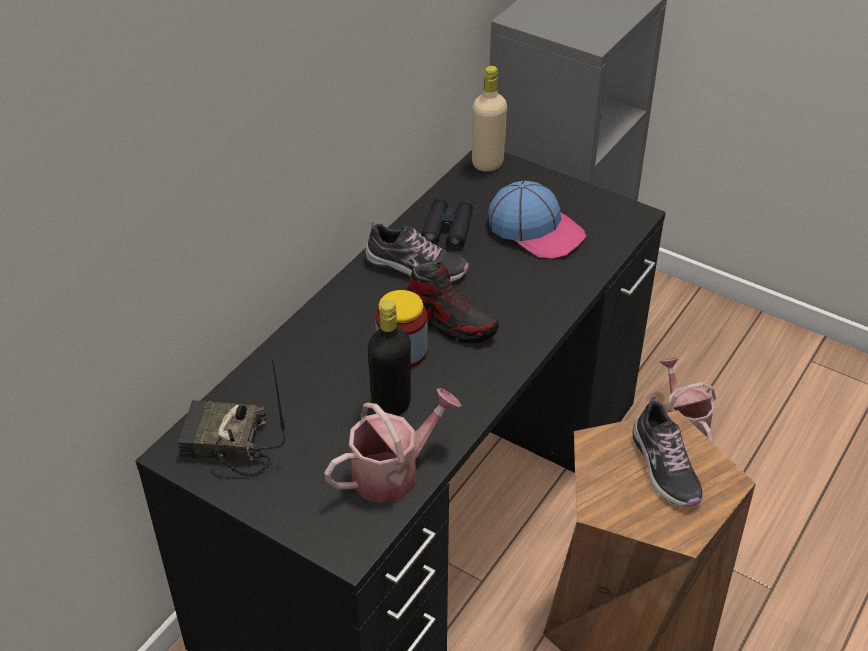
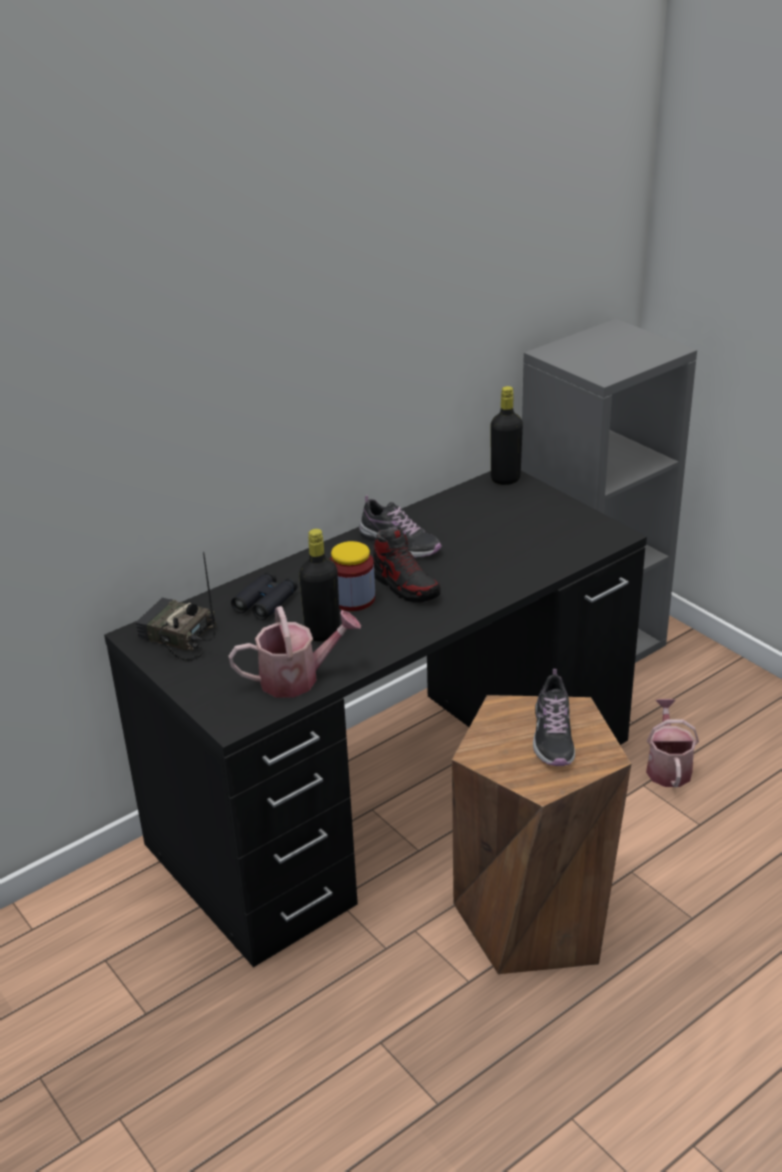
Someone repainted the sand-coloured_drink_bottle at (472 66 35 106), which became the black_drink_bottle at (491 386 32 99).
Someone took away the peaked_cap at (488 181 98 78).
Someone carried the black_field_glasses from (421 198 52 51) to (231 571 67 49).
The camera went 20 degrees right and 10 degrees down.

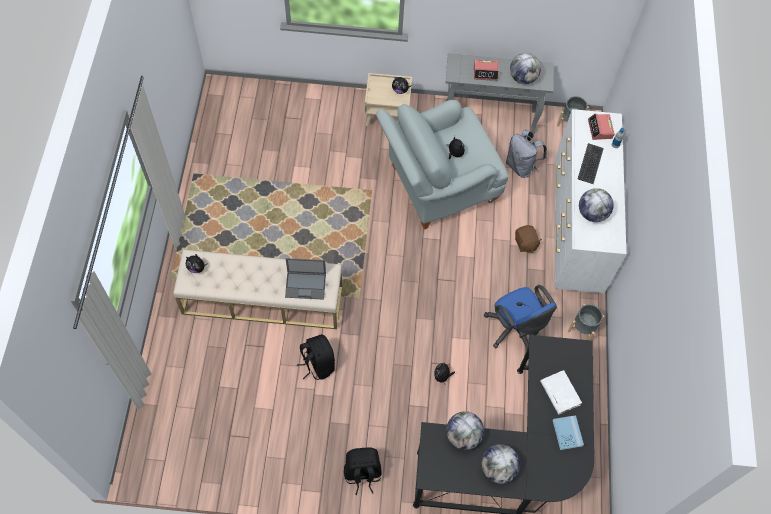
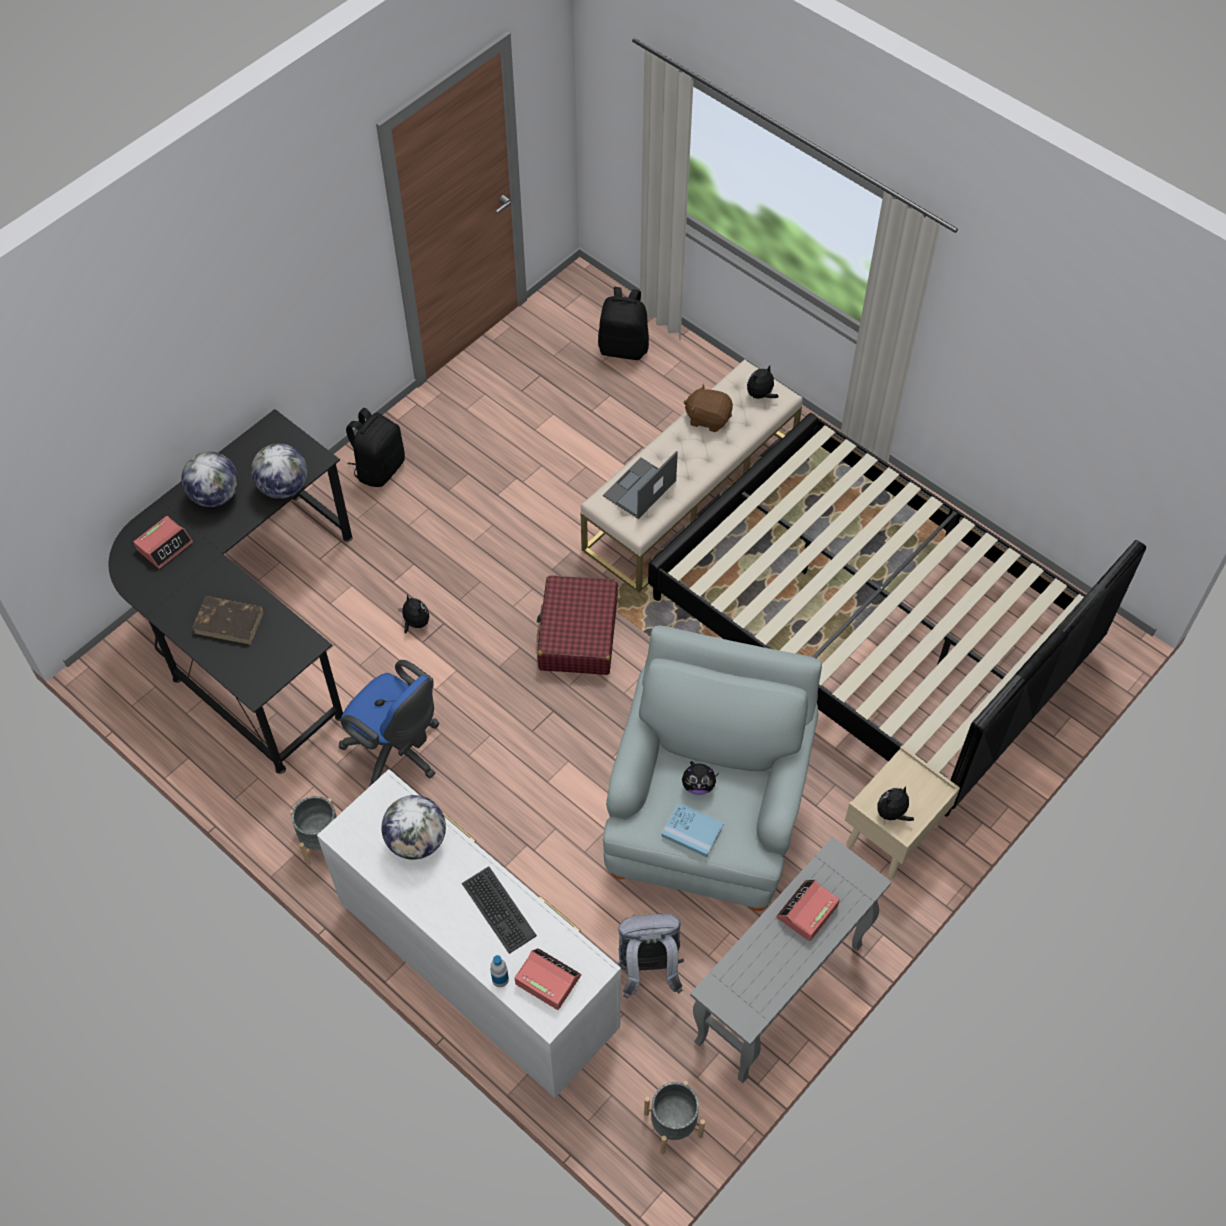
Someone took away the desk_globe at (510 53 31 31).
Someone carried the brown_cuddly_toy from (515 225 27 28) to (684 384 49 48).
Someone rotated the bluish_office_chair at (484 285 73 66) by 150 degrees counterclockwise.
Someone carried the black_knapsack from (297 334 38 46) to (598 287 51 73).
Someone repainted the white_bound_book at (540 370 42 45), which became the brown_bound_book at (192 596 72 49).
Someone carried the bluish_bound_book from (552 415 32 35) to (661 803 63 54).
Someone put down the black_bed at (648 413 498 403).
Someone put down the bedside_clock at (134 516 59 53).
Someone put down the red-coloured_piece_of_luggage at (536 575 82 100).
The camera went 130 degrees right and 5 degrees down.

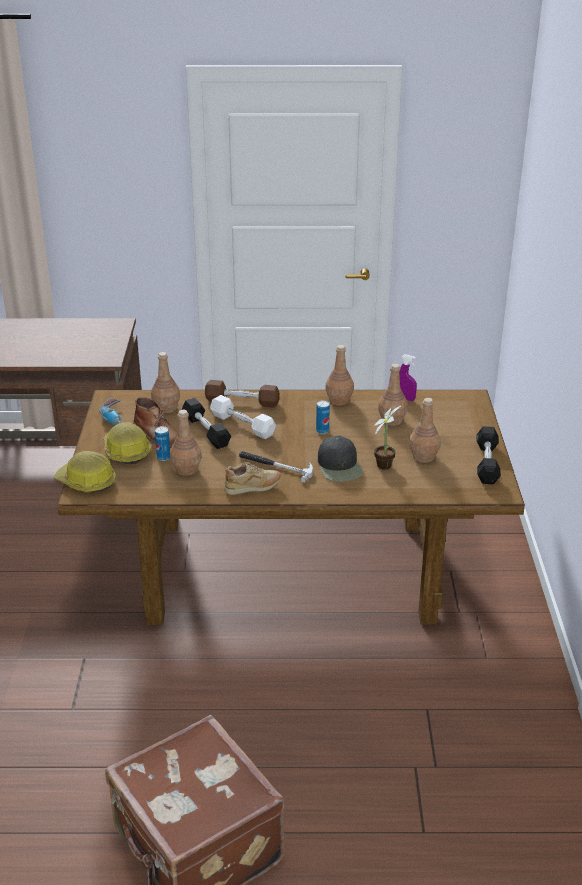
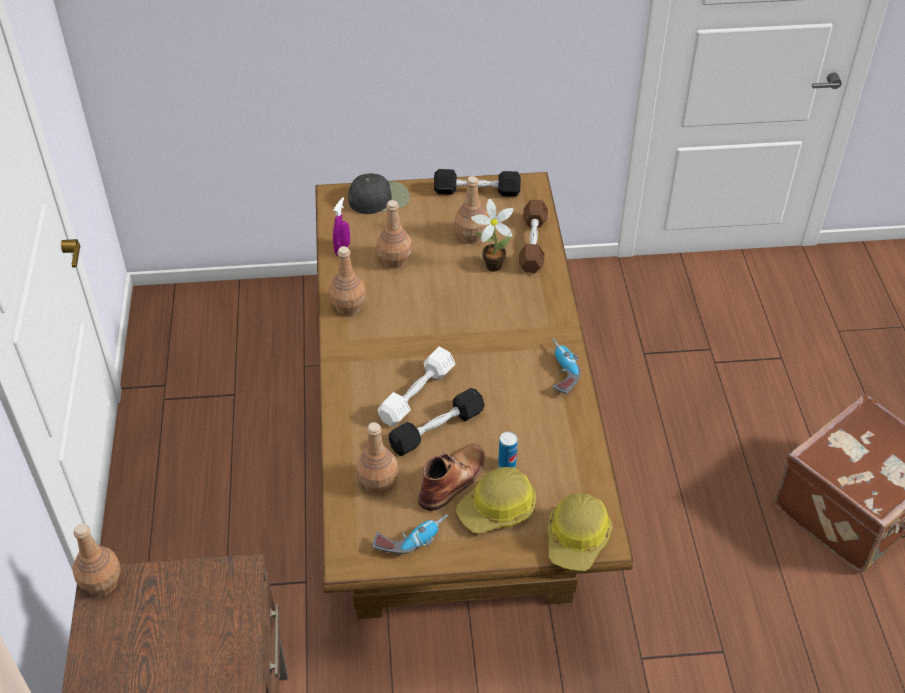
Someone carried the brown_hand_weight from (205 380 75 28) to (519 200 29 73).
Someone took away the metal_can at (316 400 14 34).
Someone carried the brown_drink_bottle from (170 410 32 66) to (72 524 49 72).
Someone carried the black_peaked_cap from (318 435 45 46) to (348 173 62 41).
Someone took away the hammer at (239 451 74 32).
Someone swapped the sand-coloured_shoe at (224 462 57 33) for the power_drill at (552 338 29 56).
The camera went 95 degrees left and 15 degrees up.

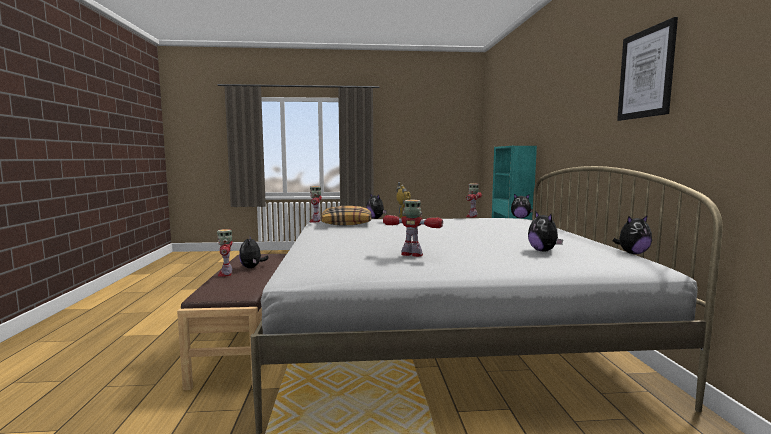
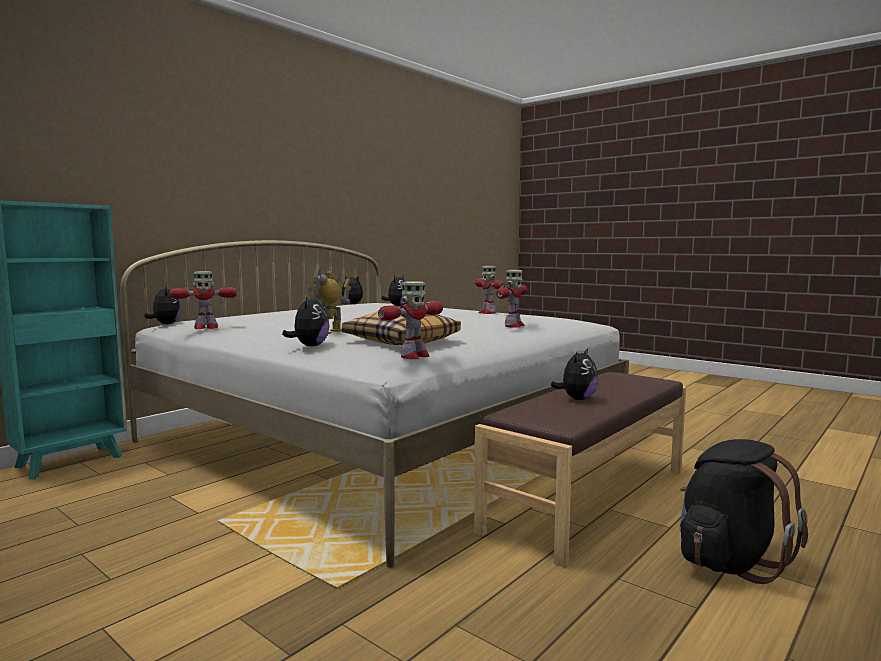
Someone took away the picture at (617 17 61 104).
Someone carried the robot_figure from (217 229 16 48) to (496 270 31 58).
Someone put down the black_knapsack at (679 439 129 145).
The camera went 135 degrees left and 0 degrees up.

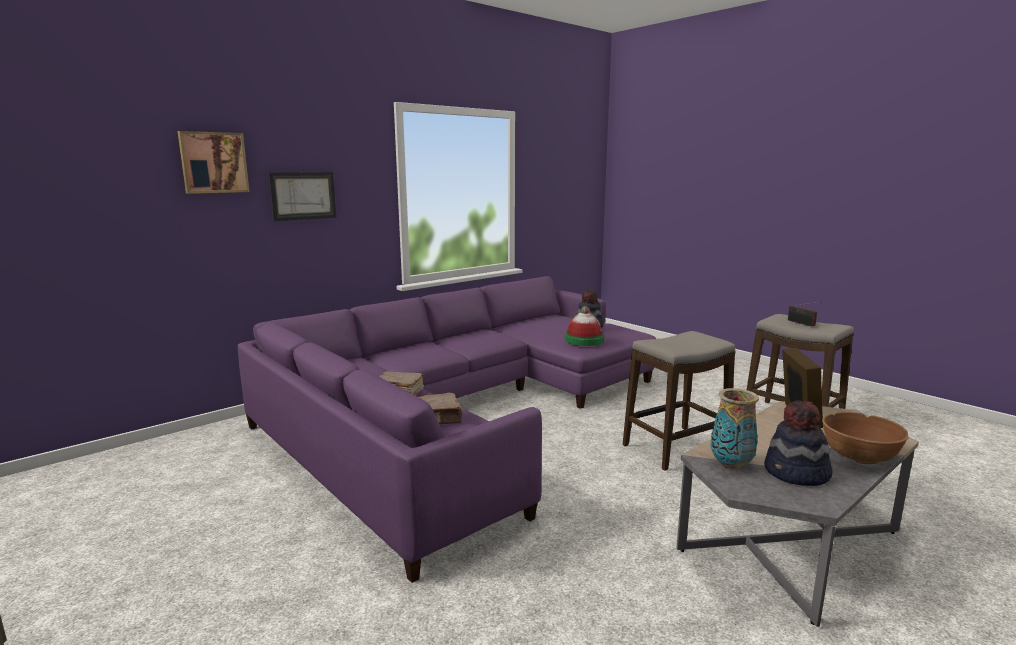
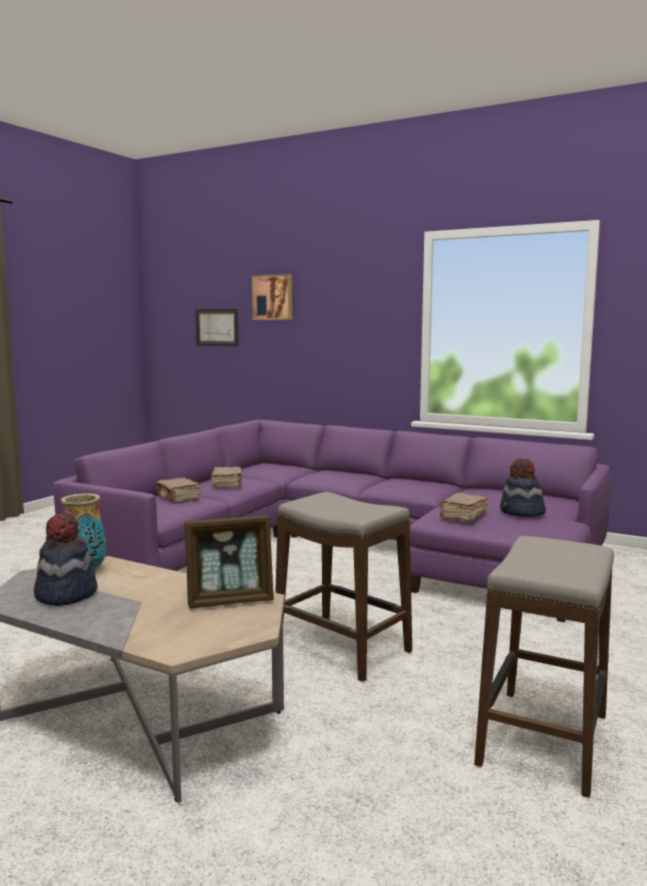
Someone carried the picture from (268 172 68 49) to (196 309 43 37).
Someone took away the radio_receiver at (788 302 29 25).
Someone swapped the hat at (565 306 39 40) for the brown_bound_book at (440 493 48 30).
Someone took away the brown_serving_bowl at (822 412 86 52).
The camera went 70 degrees right and 5 degrees down.

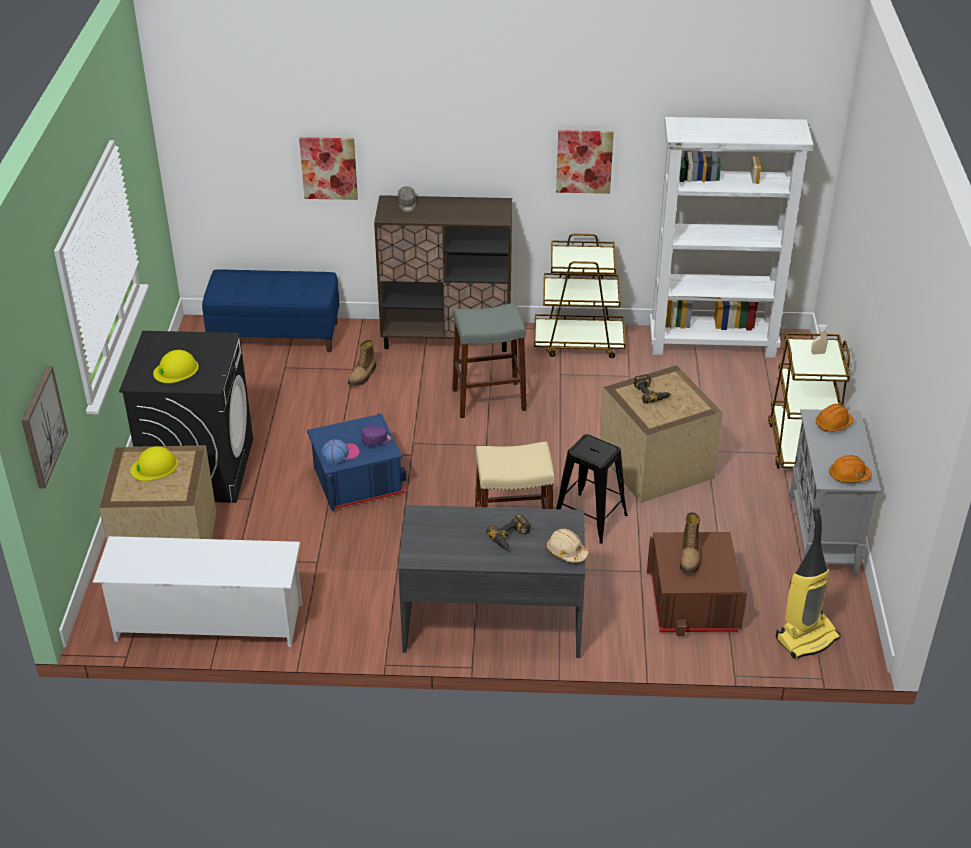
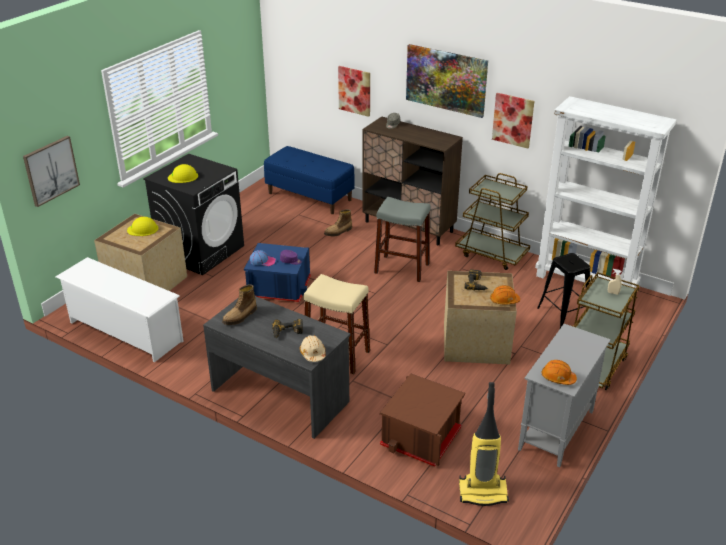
Someone carried the orange_hard_hat from (815 404 39 28) to (490 285 30 19).
Someone carried the black_stool from (556 434 72 110) to (537 253 53 75).
Someone carried the high-top_boot from (680 512 20 62) to (222 284 35 41).
Someone put up the picture at (406 44 82 74).
The camera went 30 degrees right and 5 degrees down.

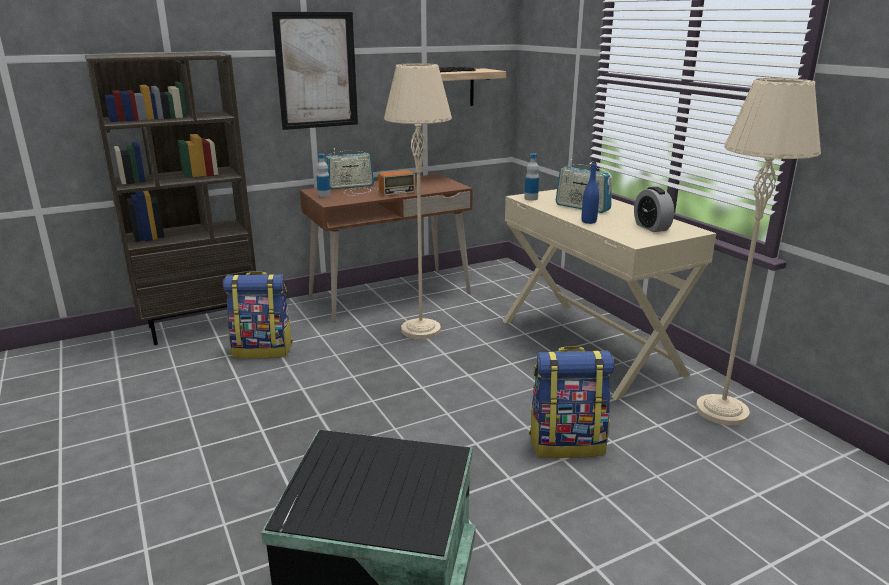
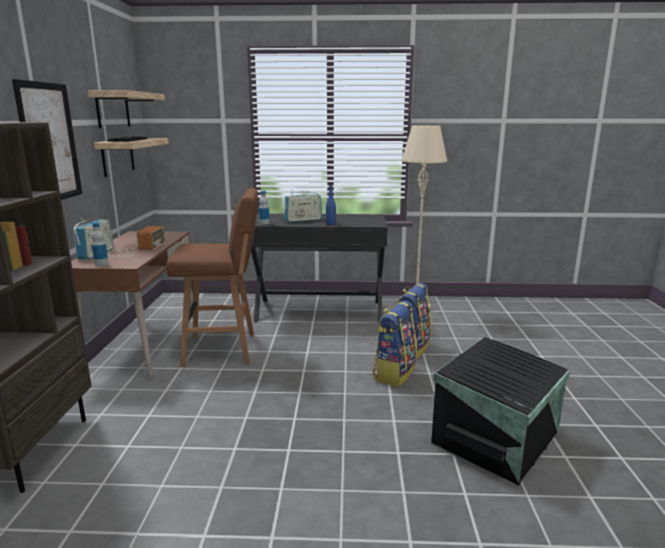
Someone swapped the sand-coloured_standing_lamp at (384 63 68 276) for the brown_stool at (166 188 92 179).
Someone took away the bedside_clock at (634 187 40 45).
Someone repainted the sand-coloured_desk_table at (503 189 214 211), which became the black_desk_table at (251 214 137 110).
Someone carried the knapsack from (223 272 70 86) to (372 301 45 86).
Someone put up the shelf at (88 90 77 38).
The camera went 60 degrees left and 5 degrees down.

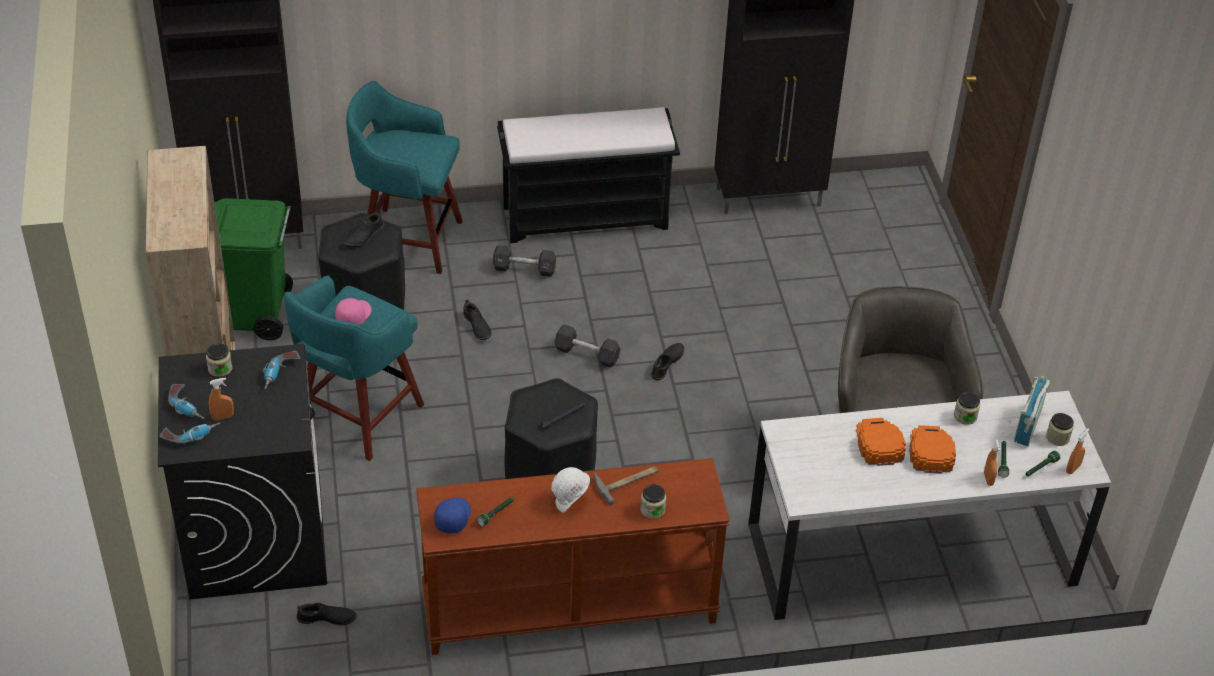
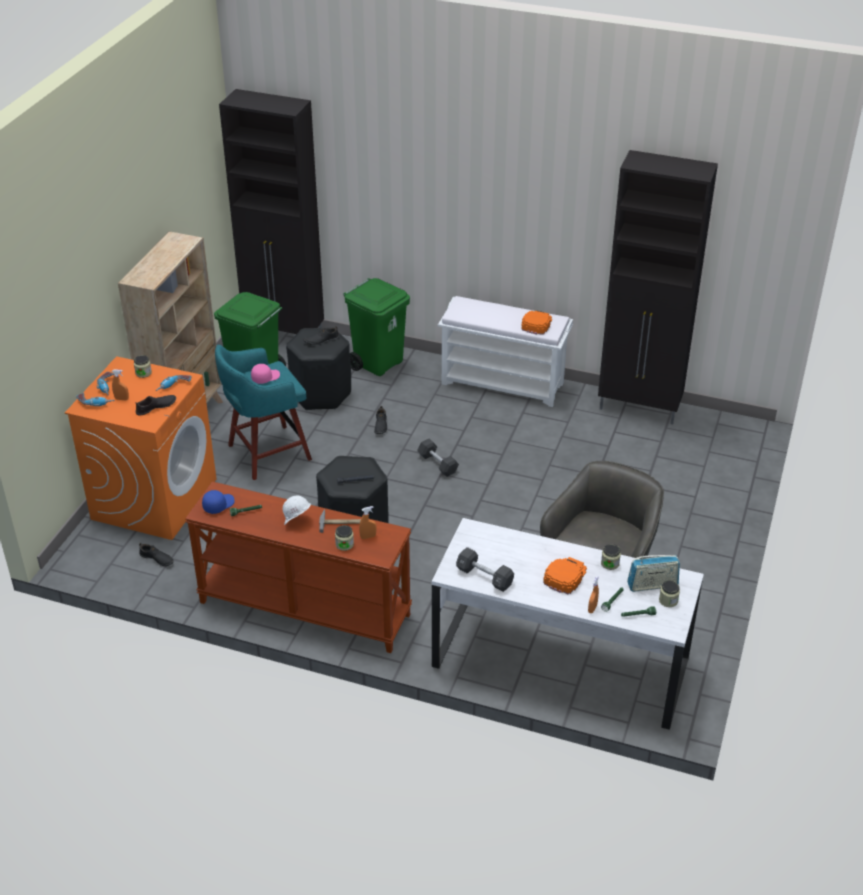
Someone swapped the blue-green_stool at (346 81 117 193) for the green-coloured_rubbish_bin at (343 278 67 98).
Someone repainted the black_long_seat at (497 107 183 136), which became the white_long_seat at (438 296 135 111).
Someone carried the black_hand_weight from (493 245 63 32) to (456 547 58 45).
Someone carried the black_shoe from (651 343 33 37) to (135 395 41 21).
Someone repainted the black_laundry_appliance at (158 344 169 255), which became the orange_laundry_appliance at (65 356 152 184).
Someone rotated the radio_receiver at (1014 376 36 70) by 150 degrees counterclockwise.
Someone carried the orange_peaked_cap from (856 418 50 48) to (522 311 30 24).
Someone carried the orange_hand_sprayer from (1066 428 23 46) to (359 506 17 33).
The camera went 30 degrees right and 5 degrees down.

